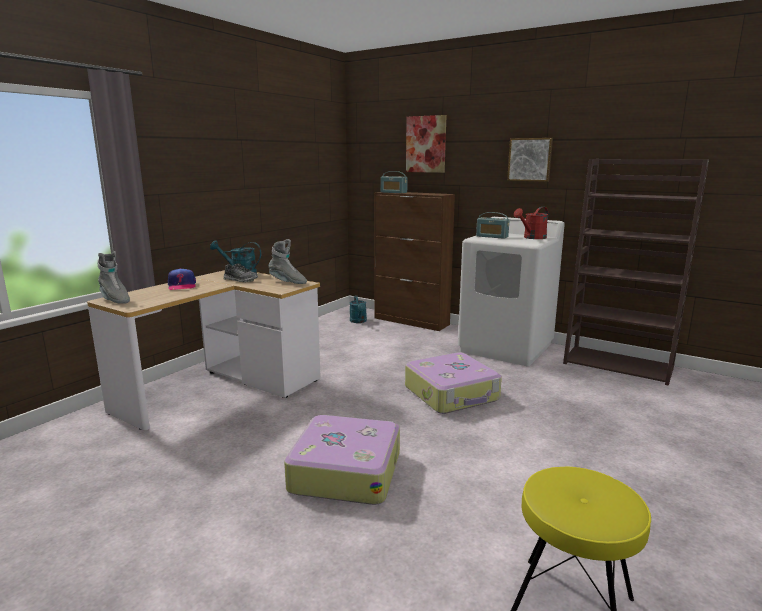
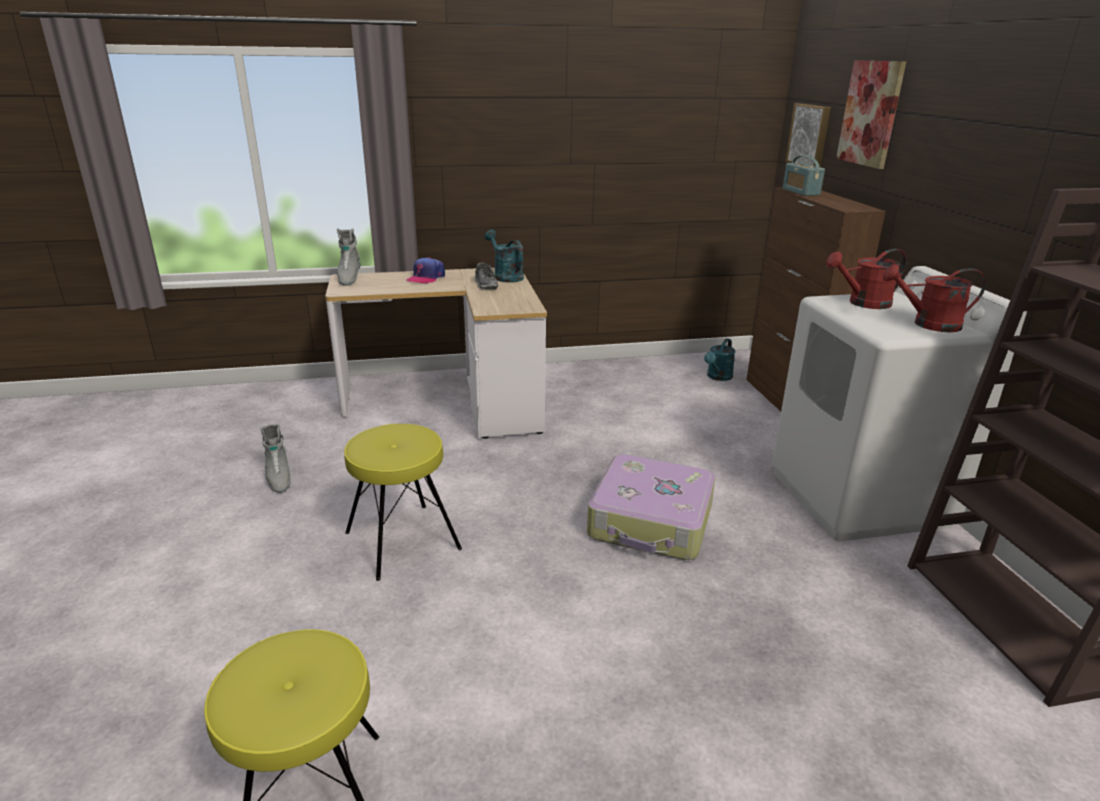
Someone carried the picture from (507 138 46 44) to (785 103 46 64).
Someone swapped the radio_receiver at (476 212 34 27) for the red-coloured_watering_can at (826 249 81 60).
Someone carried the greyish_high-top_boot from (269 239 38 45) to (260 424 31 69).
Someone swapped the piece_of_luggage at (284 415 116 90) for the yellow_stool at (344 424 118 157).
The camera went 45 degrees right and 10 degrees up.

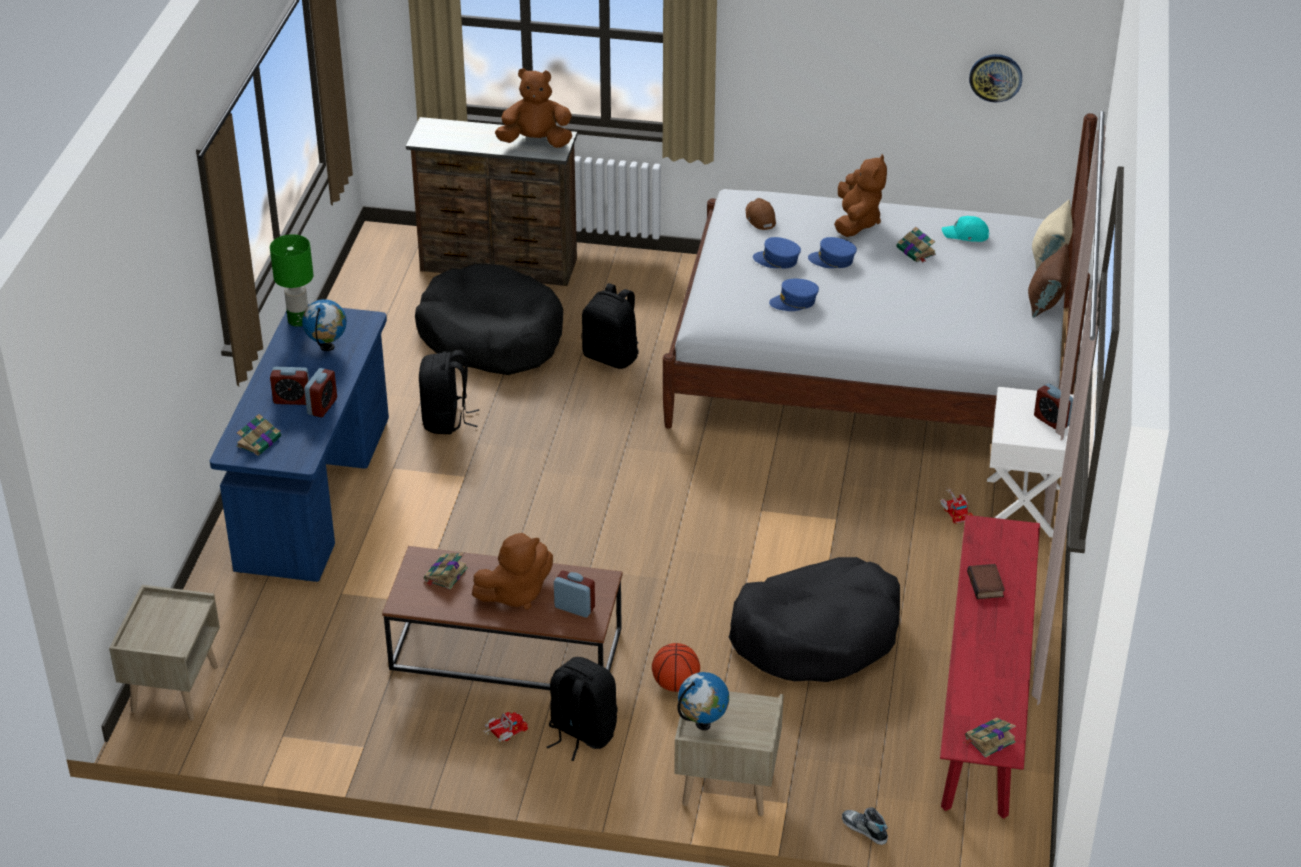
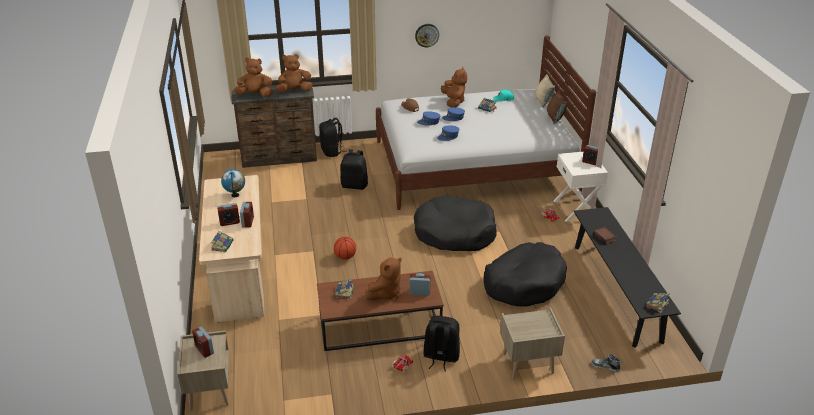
Someone carried the wall_clock from (969 54 53 48) to (415 24 24 23).
Someone took away the green-coloured_tabletop_lamp at (270 234 43 93).
Someone carried the black_dog_cushion from (415 264 148 111) to (414 195 83 56).
Someone repainted the bluish_desk_table at (210 304 179 278), which became the sand-coloured_desk_table at (199 175 66 148).
Someone carried the black_knapsack from (419 350 60 84) to (319 118 24 39).
Someone repainted the red-coloured_long_seat at (940 515 100 304), which became the black_long_seat at (574 207 107 141).
Someone carried the basketball from (652 643 48 49) to (334 237 22 23).
Someone took away the desk_globe at (678 672 51 58).
Someone put down the brown_cuddly_toy at (234 58 39 39).
Someone put down the bedside_clock at (192 327 22 31).
The camera went 20 degrees left and 5 degrees down.

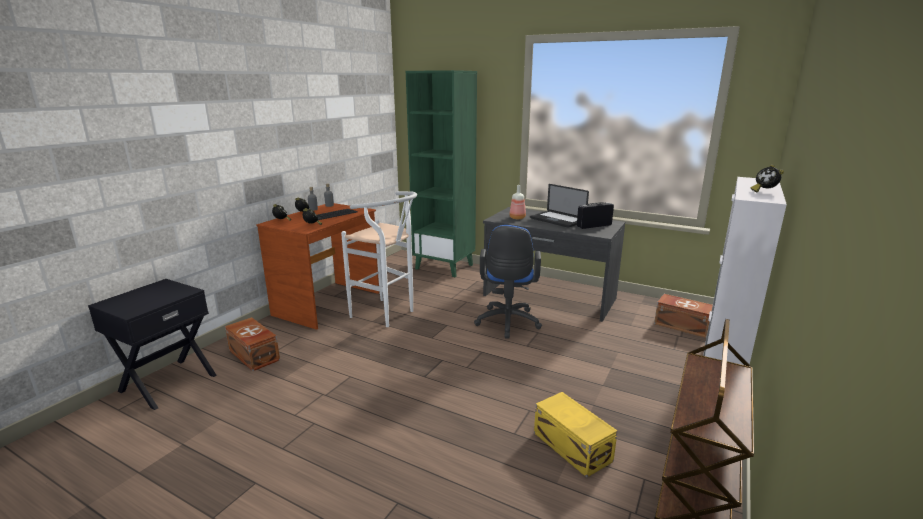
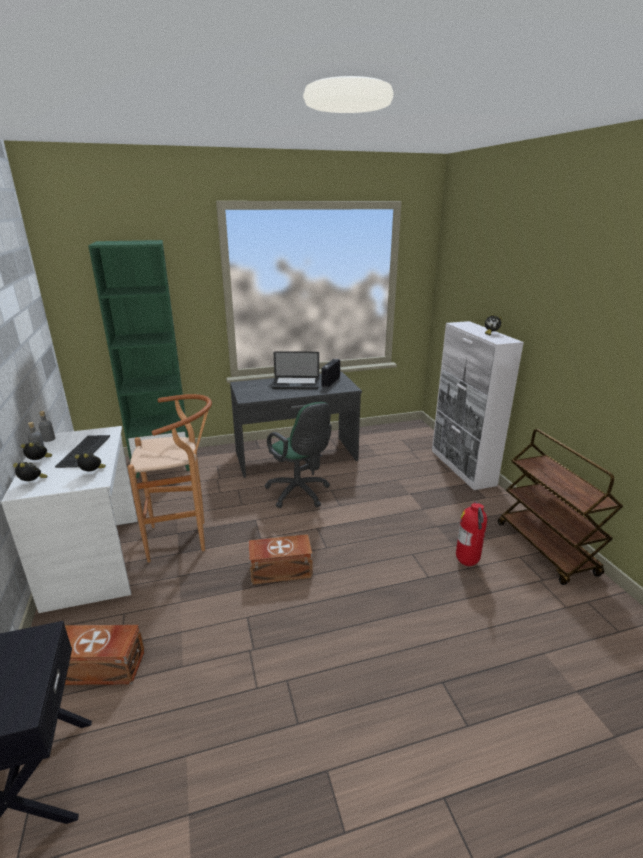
Someone took away the drink_bottle at (509 185 17 34).
Someone repainted the white_stool at (341 191 76 136), which became the brown_stool at (128 394 84 168).
Someone repainted the brown_desk_table at (257 203 122 127), which became the white_desk_table at (1 426 137 187).
Someone repainted the bluish_office_chair at (474 225 68 114), which became the green-coloured_office_chair at (265 402 67 106).
Someone carried the brown_storage_box from (654 294 59 44) to (249 534 64 51).
Someone swapped the yellow_storage_box at (534 392 84 85) for the fire-fighting_cylinder at (456 501 31 65).
The camera went 45 degrees left and 5 degrees up.

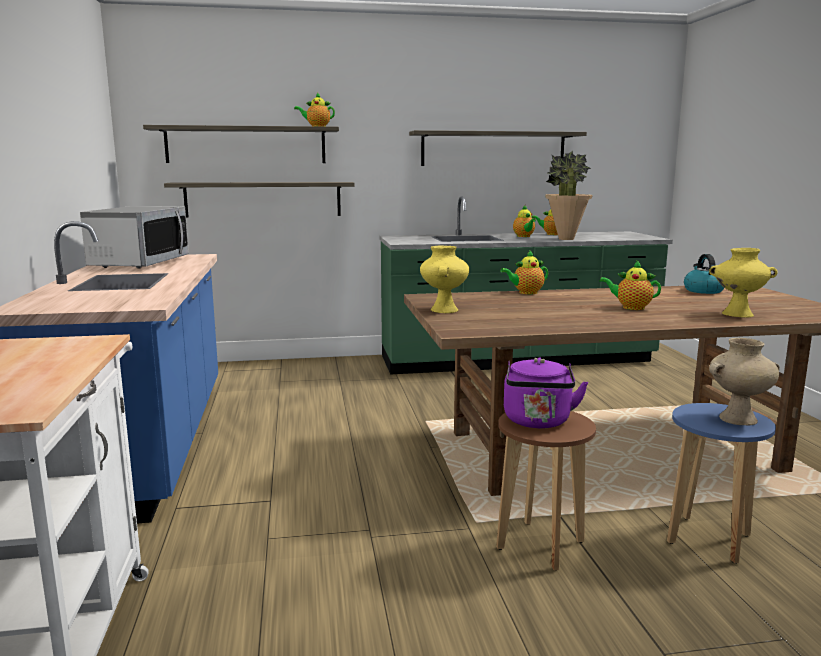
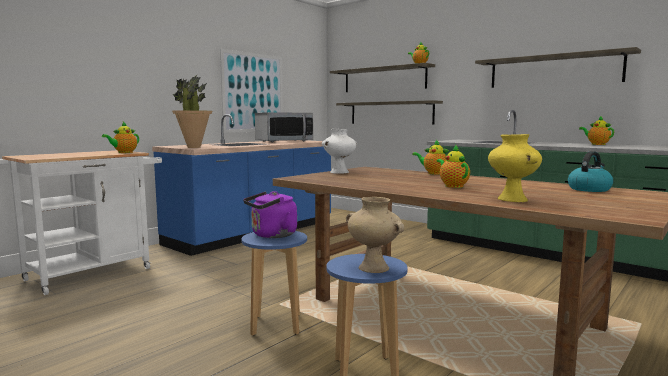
Someone carried the plant_in_a_pot from (545 151 48 89) to (172 75 40 73).
Someone carried the pot_for_tea from (513 205 23 32) to (102 122 37 31).
Someone repainted the yellow_flower_vase at (420 246 49 67), which became the white_flower_vase at (322 129 35 45).
Someone repainted the brown_stool at (496 411 100 160), which became the bluish_stool at (241 231 66 105).
Someone put up the picture at (220 49 63 84).
The camera went 50 degrees right and 5 degrees down.

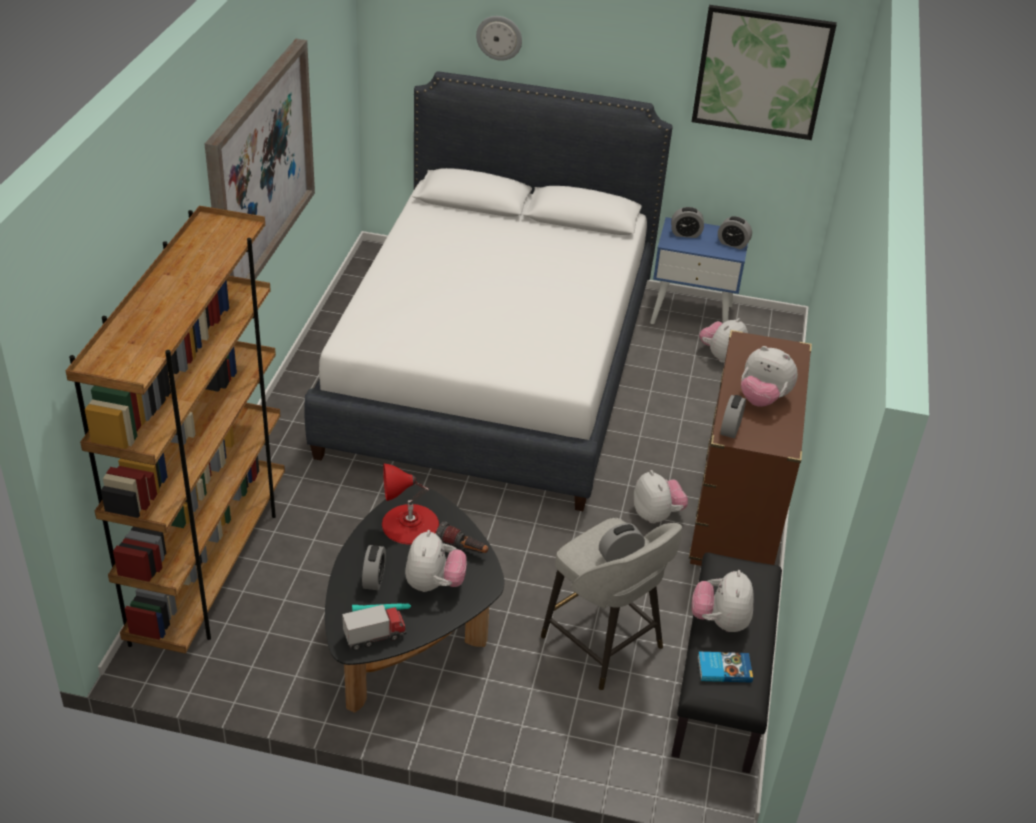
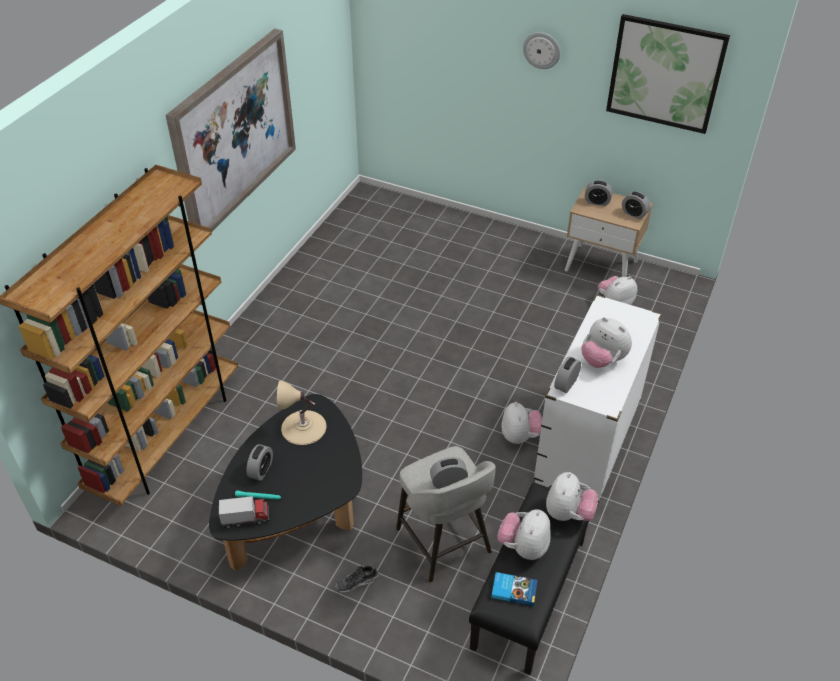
Someone carried the wall_clock from (476 16 46 45) to (523 32 37 37).
Someone took away the white_bed at (304 71 369 440).
Someone repainted the bluish_nightstand at (650 217 98 107), which became the sand-coloured_nightstand at (565 186 88 91).
Someone repainted the brown_dresser at (689 330 123 236), which became the white_dresser at (533 294 129 210).
Someone repainted the red-coloured_tabletop_lamp at (382 464 57 81), which became the sand-coloured_tabletop_lamp at (277 381 49 64).
Someone took away the hand_torch at (436 521 52 32).
Someone carried the cuddly_toy from (405 530 62 62) to (546 472 52 49).
Someone put down the shoe at (335 564 43 29).
The camera went 15 degrees right and 5 degrees up.

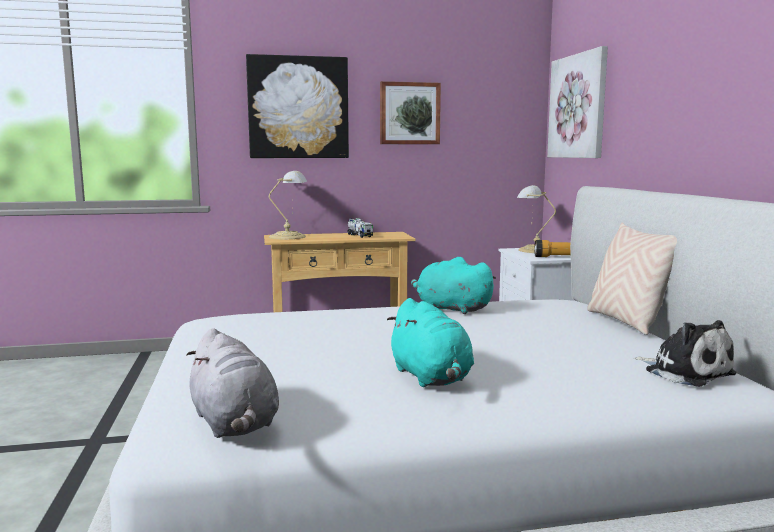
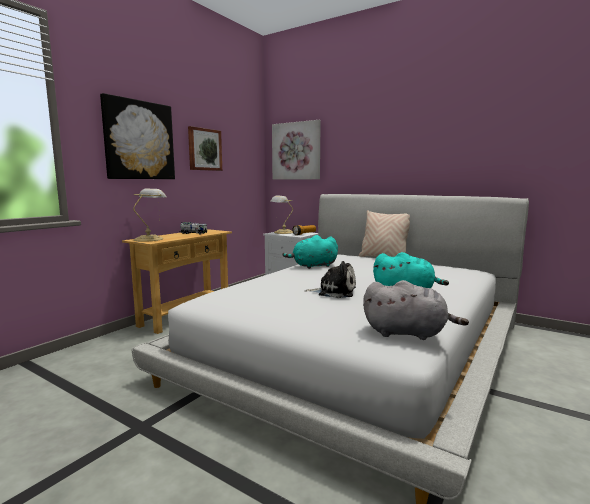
Someone carried the cuddly_toy from (634 320 103 67) to (305 261 51 37).
The camera went 45 degrees left and 0 degrees up.

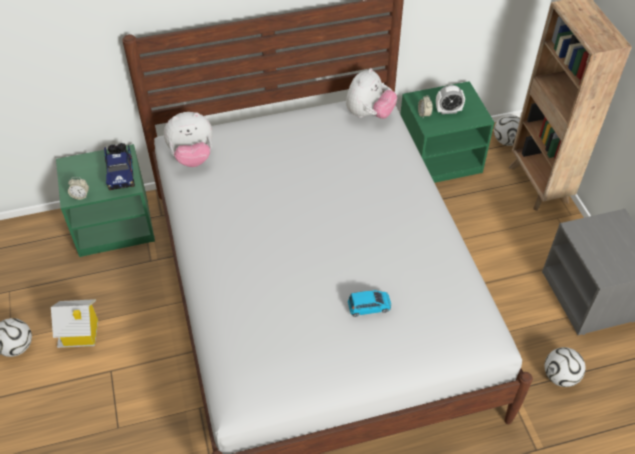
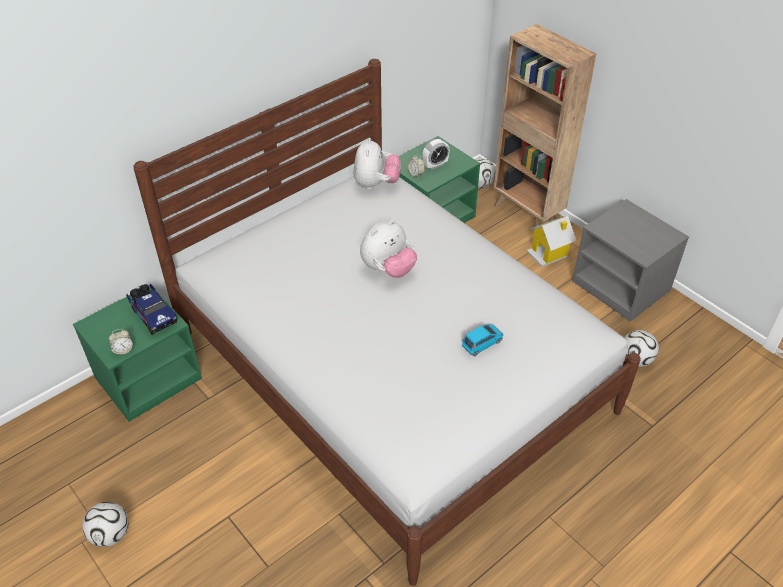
Someone carried the cuddly_toy from (164 112 48 55) to (360 220 57 58).
Someone carried the toy_house from (51 299 47 49) to (527 216 50 51).
The camera went 25 degrees left and 5 degrees down.

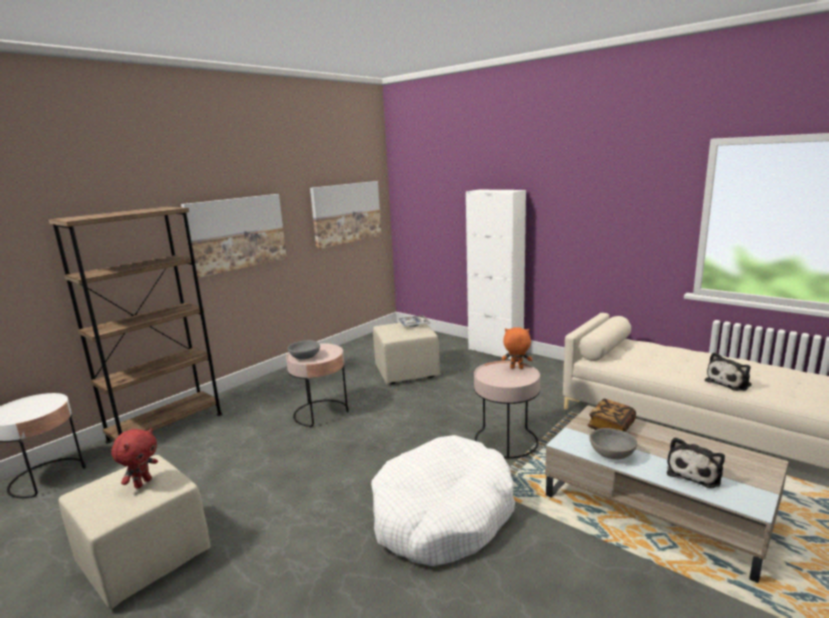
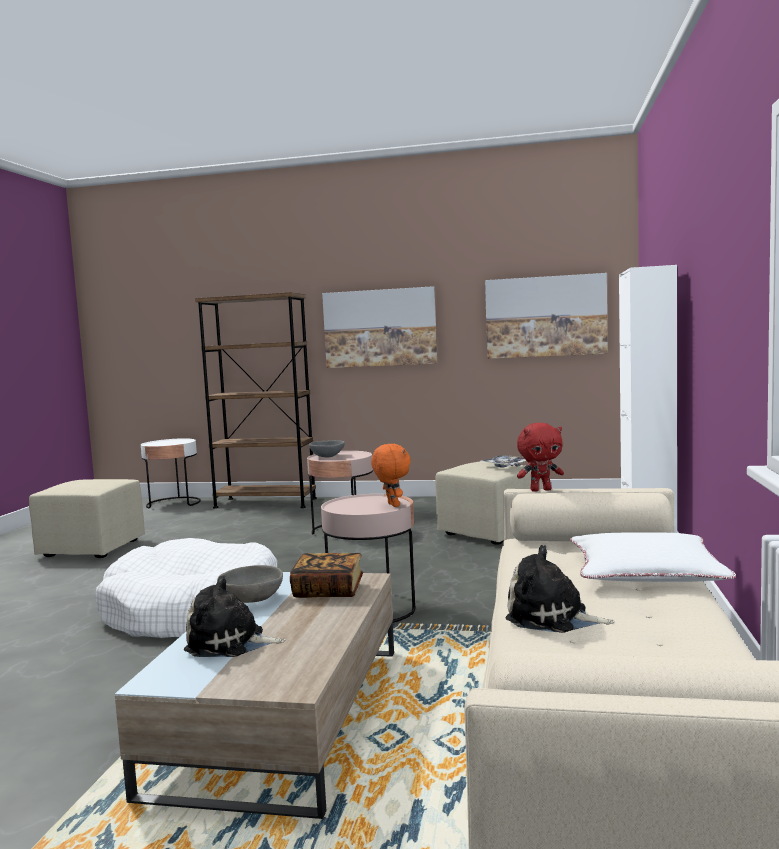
Someone carried the red-coloured_cuddly_toy from (111 428 47 61) to (517 423 47 69).
Someone put down the white_pillow at (570 532 166 50).
The camera went 60 degrees right and 10 degrees down.

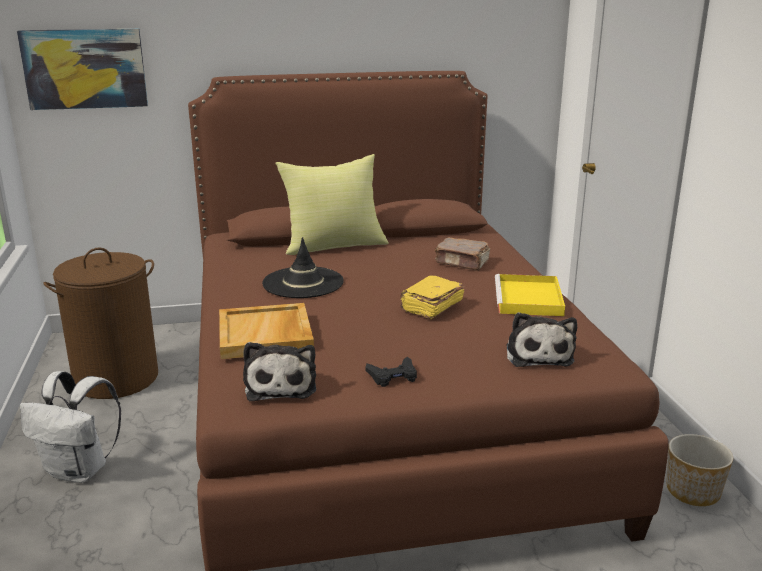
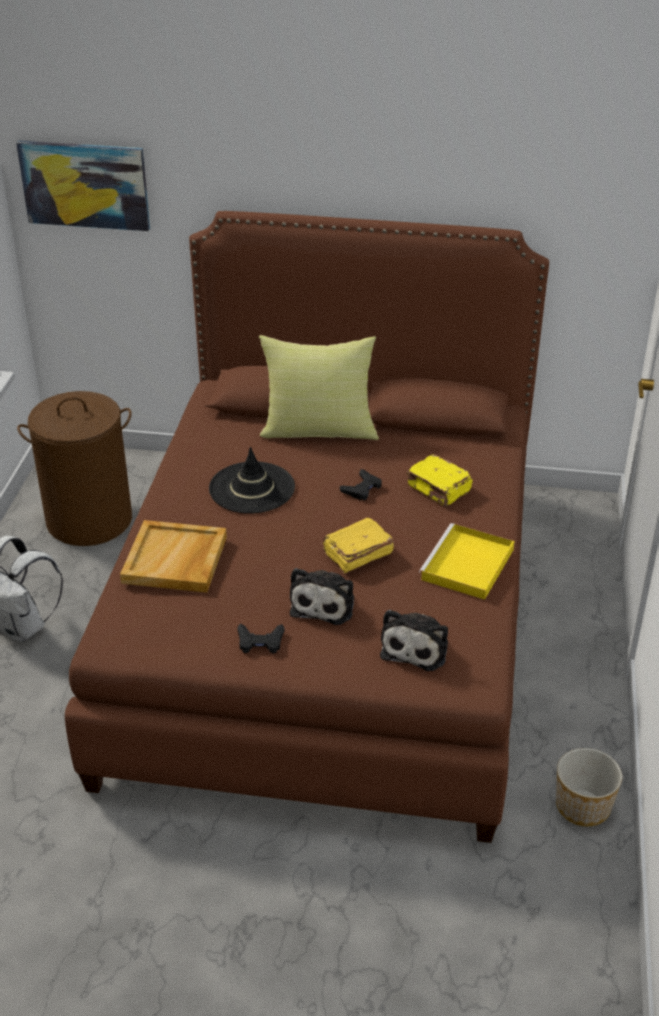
Someone repainted the brown_bound_book at (435 237 55 34), which became the yellow_bound_book at (406 454 66 53).
Someone carried the cuddly_toy from (243 342 73 59) to (290 568 64 57).
Someone put down the black_joypad at (340 469 42 31).
The camera went 20 degrees right and 15 degrees up.

